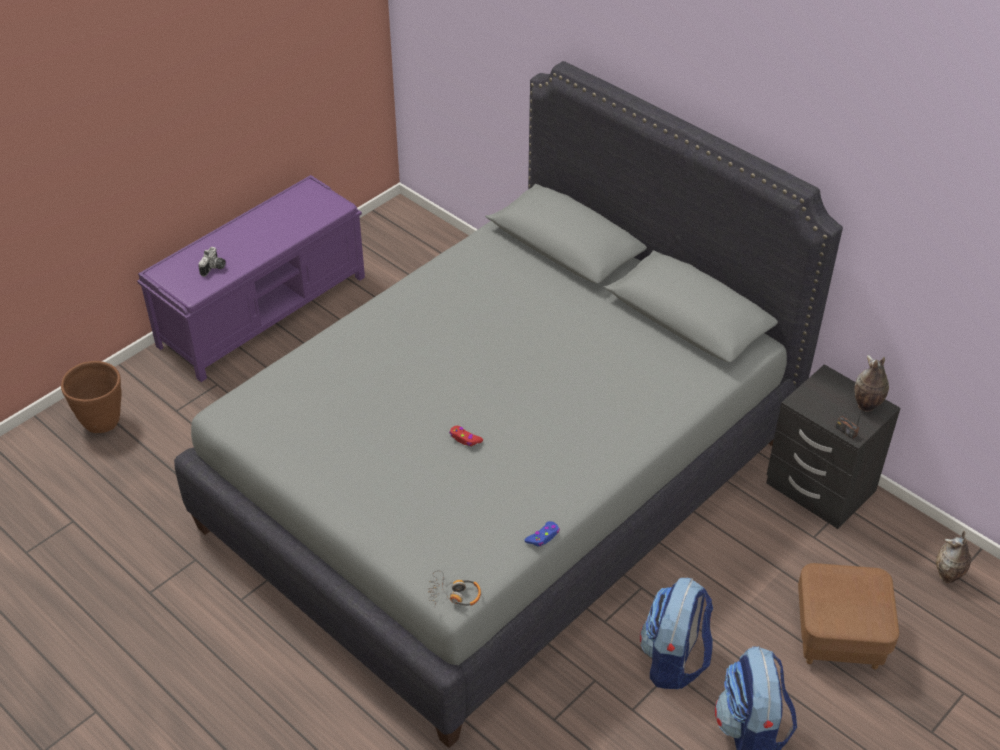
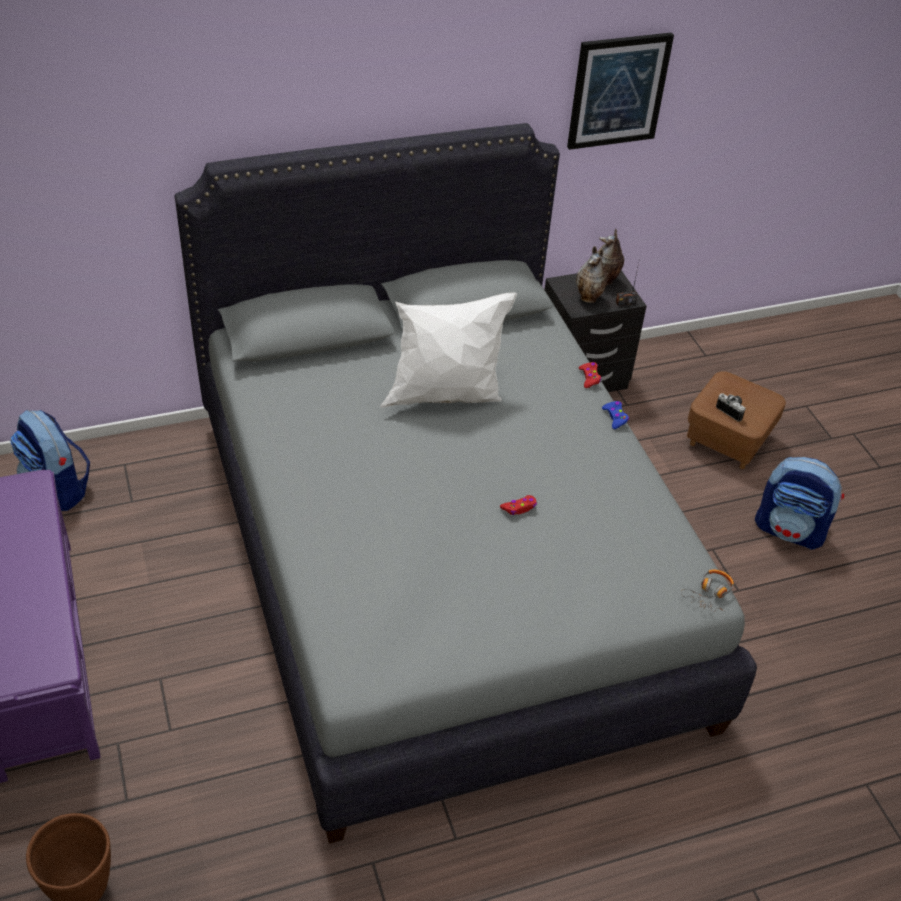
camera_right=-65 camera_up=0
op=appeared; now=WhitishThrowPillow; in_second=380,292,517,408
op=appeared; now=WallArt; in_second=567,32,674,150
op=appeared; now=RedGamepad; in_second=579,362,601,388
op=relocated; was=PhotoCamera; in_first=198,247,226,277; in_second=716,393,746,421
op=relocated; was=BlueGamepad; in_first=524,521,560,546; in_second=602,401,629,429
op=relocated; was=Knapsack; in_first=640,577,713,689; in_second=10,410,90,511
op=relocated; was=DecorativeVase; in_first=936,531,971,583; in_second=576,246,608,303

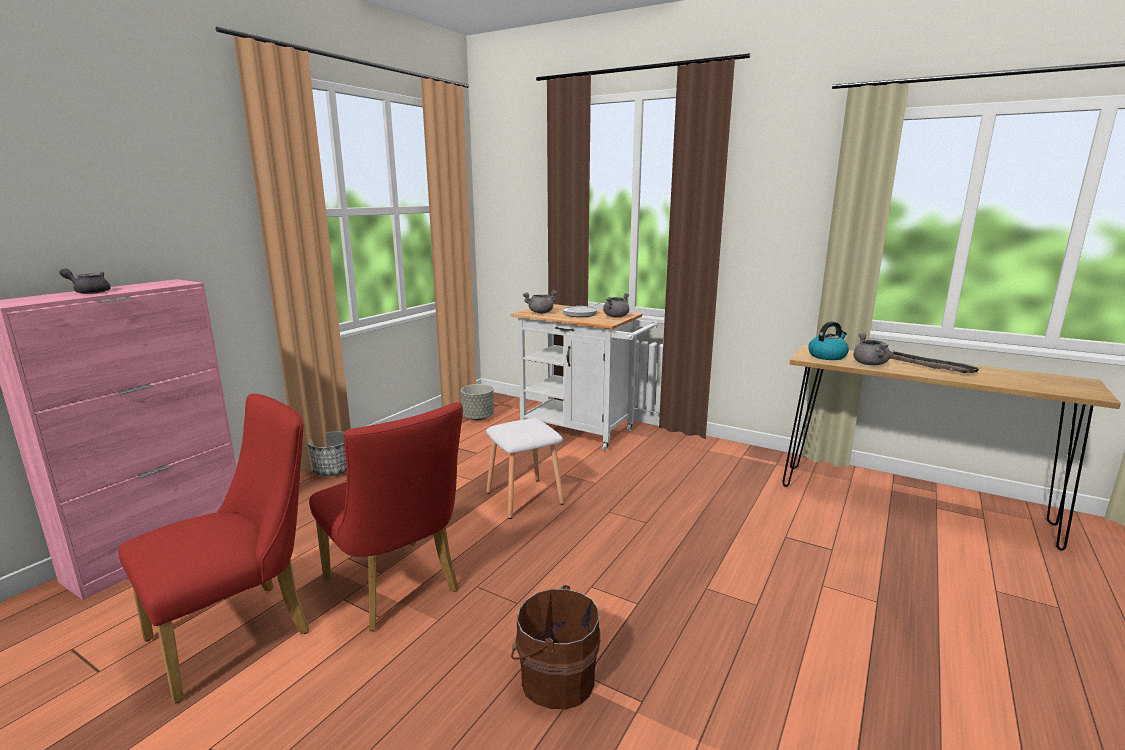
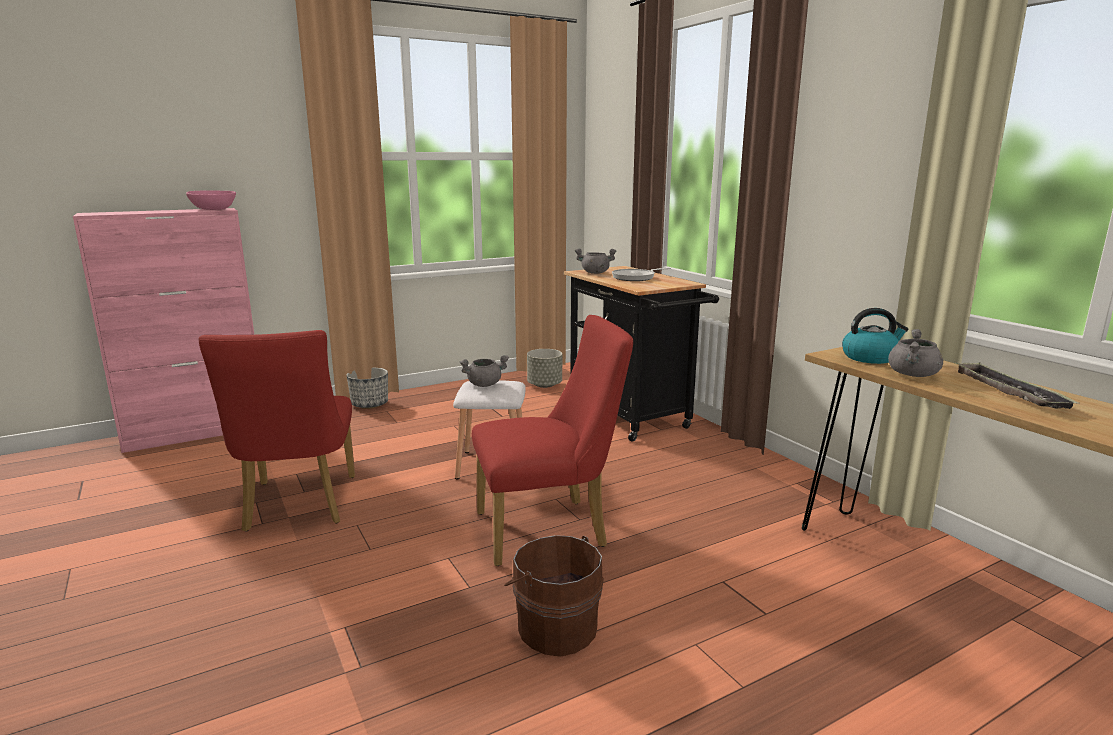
camera_right=30 camera_up=0
op=missing; was=GreyishTeaPot; in_first=60,268,111,294
op=appeared; now=PinkishBowl; in_second=186,190,236,210
op=relocated; was=RedUprightChair; in_first=118,394,309,704; in_second=472,315,633,566
op=relocated; was=BrownColouredPail; in_first=511,585,600,709; in_second=504,535,604,657
op=relocated; was=GreyishSaucepot; in_first=603,293,629,317; in_second=460,355,509,387
op=colour; was=WhitishTrolley; now=BlackTrolley; in_first=511,304,658,451; in_second=564,266,719,442

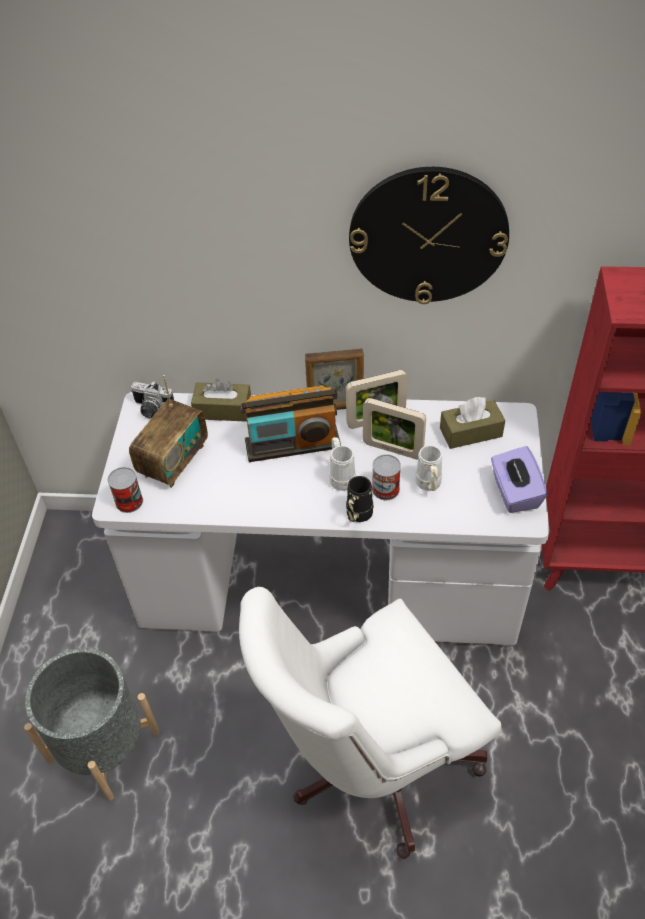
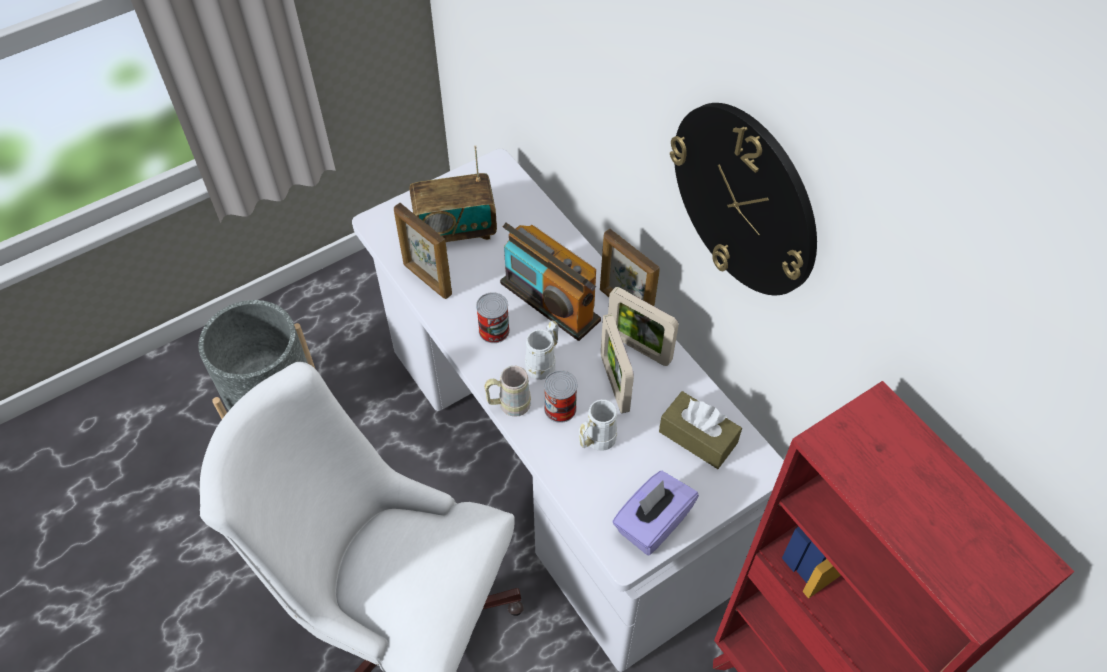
camera_right=50 camera_up=5
op=missing; was=PhotoCamera; in_first=131,381,174,418
op=missing; was=BrownColouredTissueBox; in_first=191,379,251,422
op=appeared; now=StandingFrame; in_second=394,203,452,299
op=relocated; was=SealedCan; in_first=108,467,143,513; in_second=476,292,510,343
op=colour; was=BlackTeaMug; now=SandColouredTeaMug; in_first=346,476,373,522; in_second=484,366,531,417

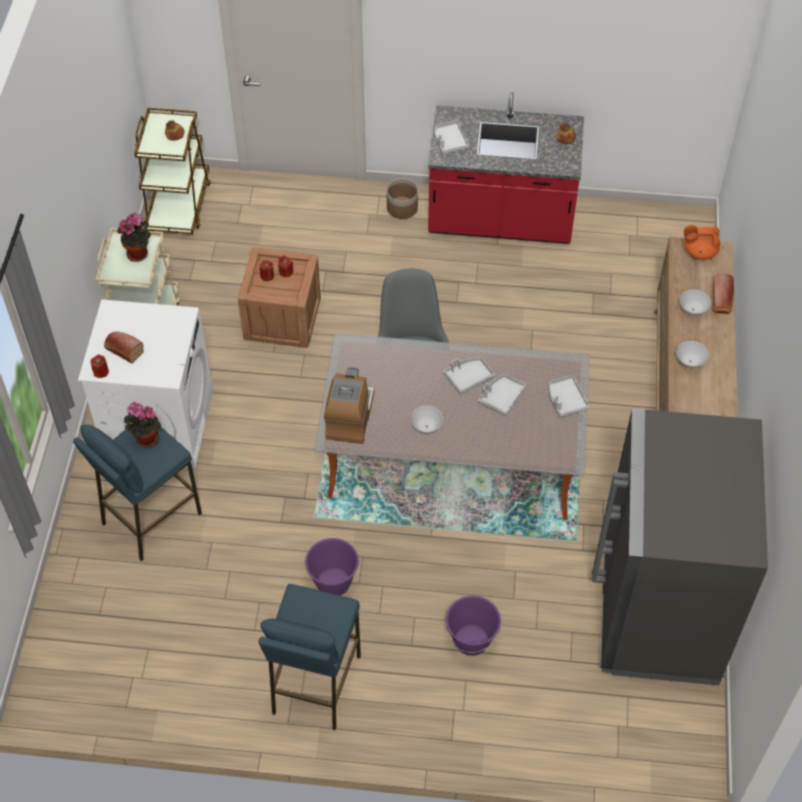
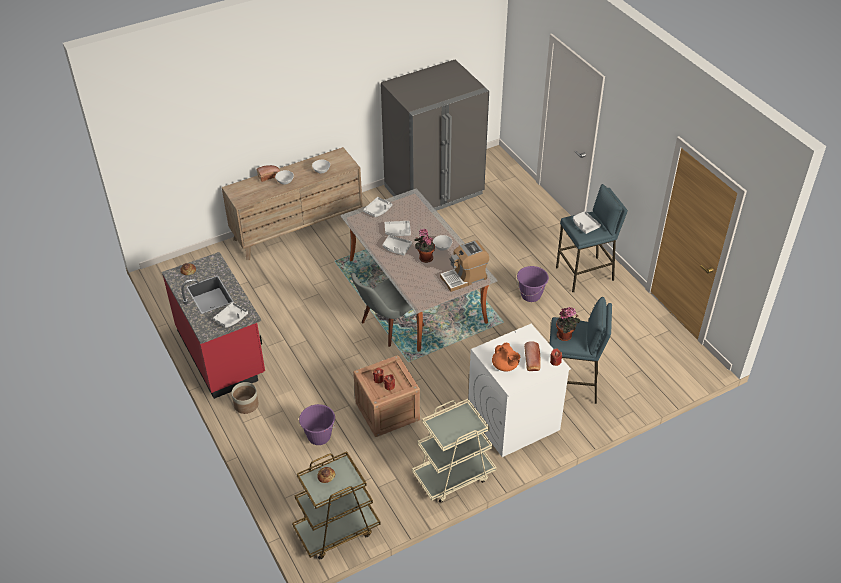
camera_right=-125 camera_up=-10
op=appeared; now=GreyishTray; in_second=573,211,601,234
op=relocated; was=PlantInAPot; in_first=117,213,151,262; in_second=414,229,435,263
op=relocated; was=PurpleColouredPail; in_first=446,596,502,656; in_second=299,404,336,445
op=relocated; was=OrangeColouredTeaPot; in_first=683,225,720,260; in_second=492,343,520,372

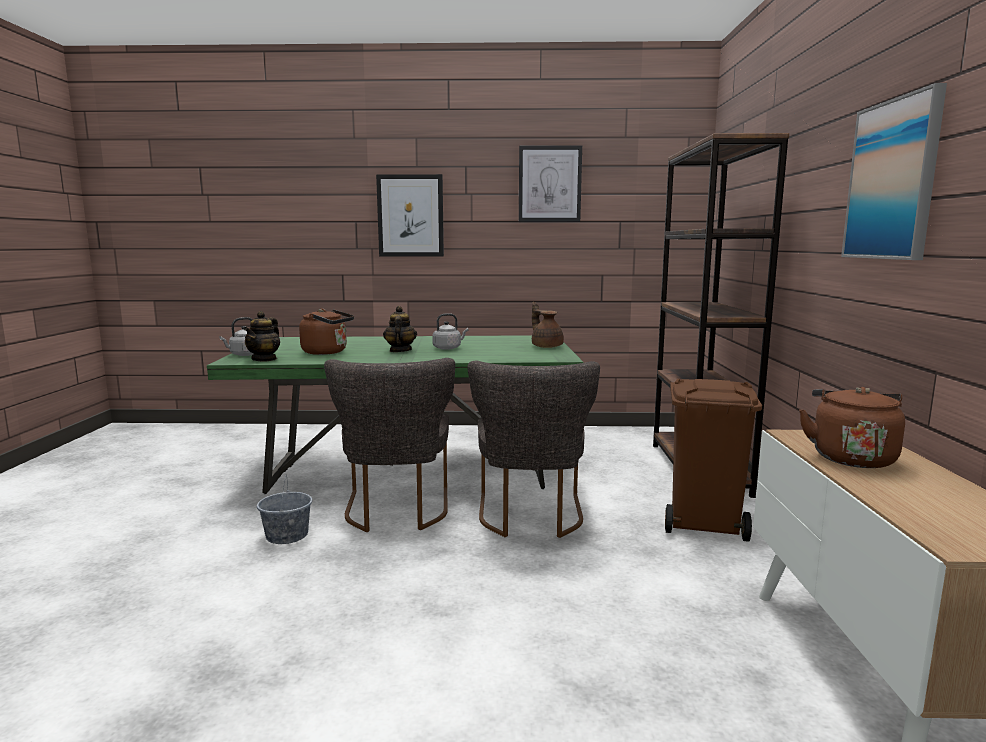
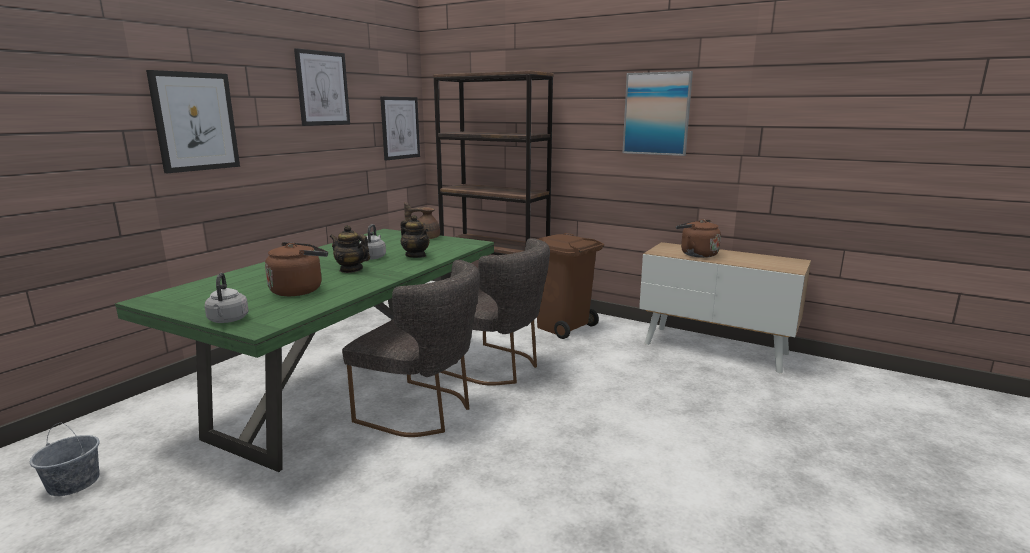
camera_right=-60 camera_up=5
op=appeared; now=WallArt; in_second=380,97,420,161
op=relocated; was=TeaPot; in_first=244,311,280,361; in_second=400,215,430,258
op=relocated; was=GreyishPail; in_first=257,475,312,544; in_second=30,423,100,496

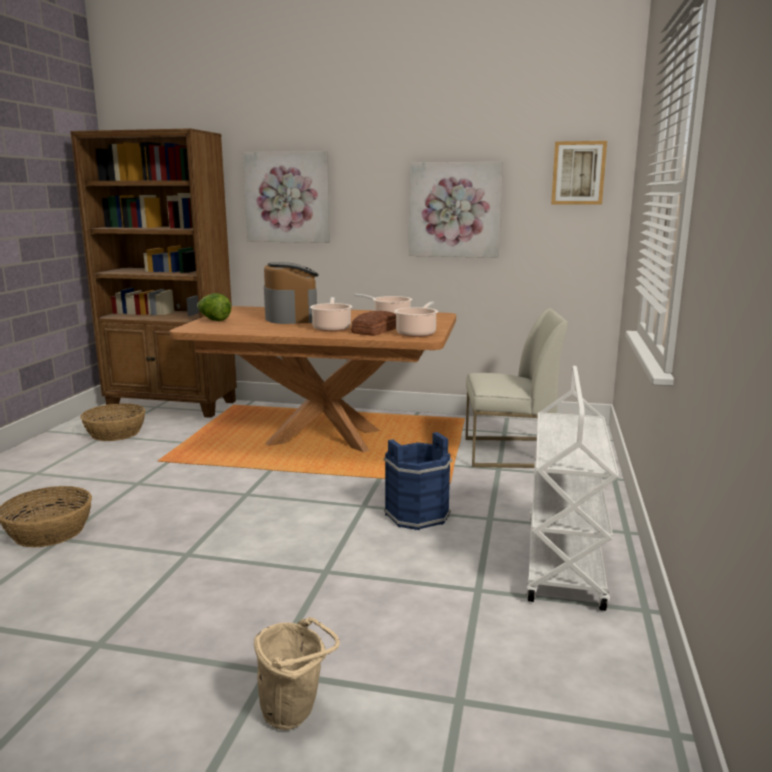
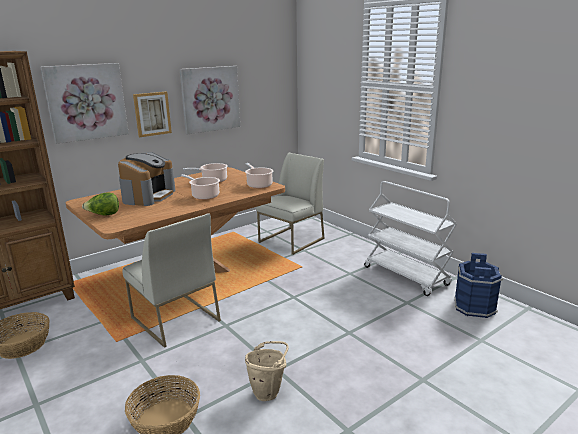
camera_right=-50 camera_up=5
op=missing; was=BakeryBread; in_first=351,311,396,336
op=appeared; now=WhitishUprightChair; in_second=122,213,221,348
op=relocated; was=SandColouredPail; in_first=254,617,340,730; in_second=245,341,289,401
op=relocated; was=BluePail; in_first=384,432,452,530; in_second=454,253,503,318
op=relocated; was=WallArt; in_first=551,141,607,205; in_second=133,92,172,137
op=spun; was=CoffeeMachine; in_first=264,262,319,324; in_second=118,152,175,206; clockwise=75

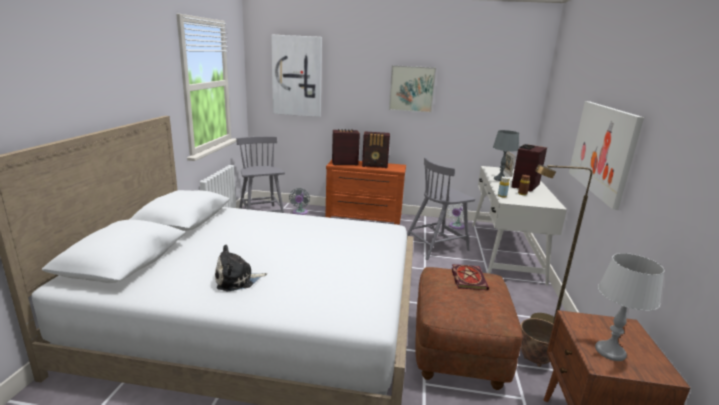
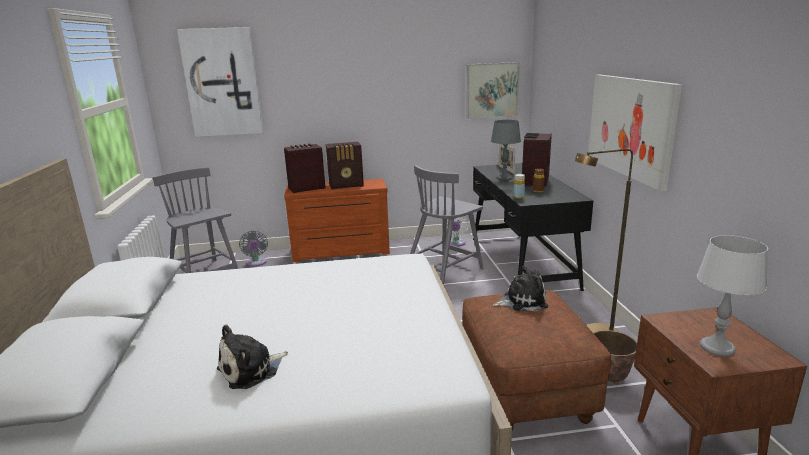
camera_right=-15 camera_up=0
op=relocated; was=WallArt; in_first=389,65,436,113; in_second=466,62,520,119
op=exchanged; was=BoundBook; now=PlushToy; in_first=452,264,489,290; in_second=493,266,548,311
op=colour; was=WhitishDeskUnit; now=BlackDeskUnit; in_first=472,166,567,286; in_second=473,163,593,291

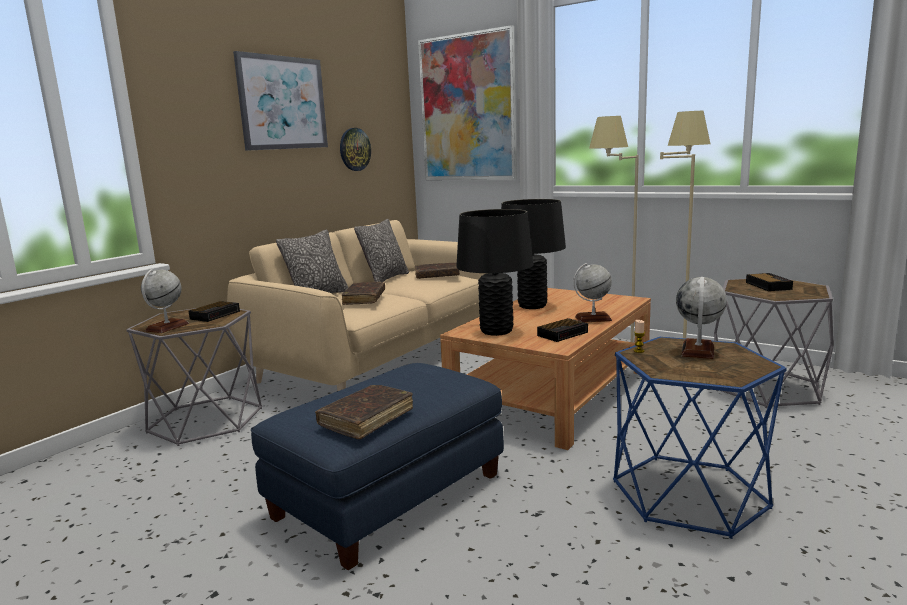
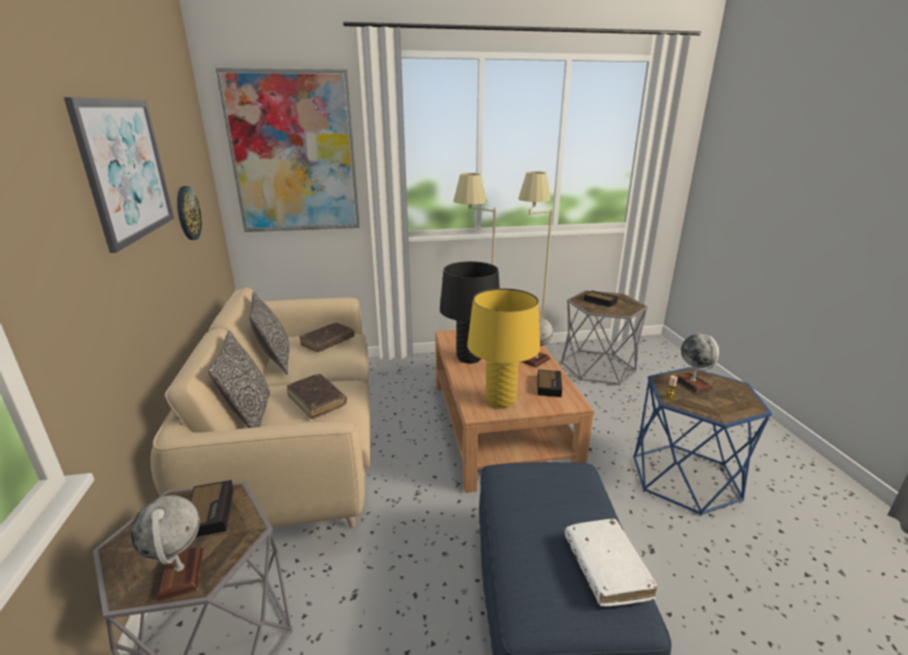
camera_right=-45 camera_up=10
op=colour; was=BrownColouredBoundBook; now=WhitishBoundBook; in_first=315,385,413,439; in_second=565,518,657,606
op=colour; was=BlackTabletopLamp; now=YellowColouredTabletopLamp; in_first=456,209,534,336; in_second=467,288,540,408

